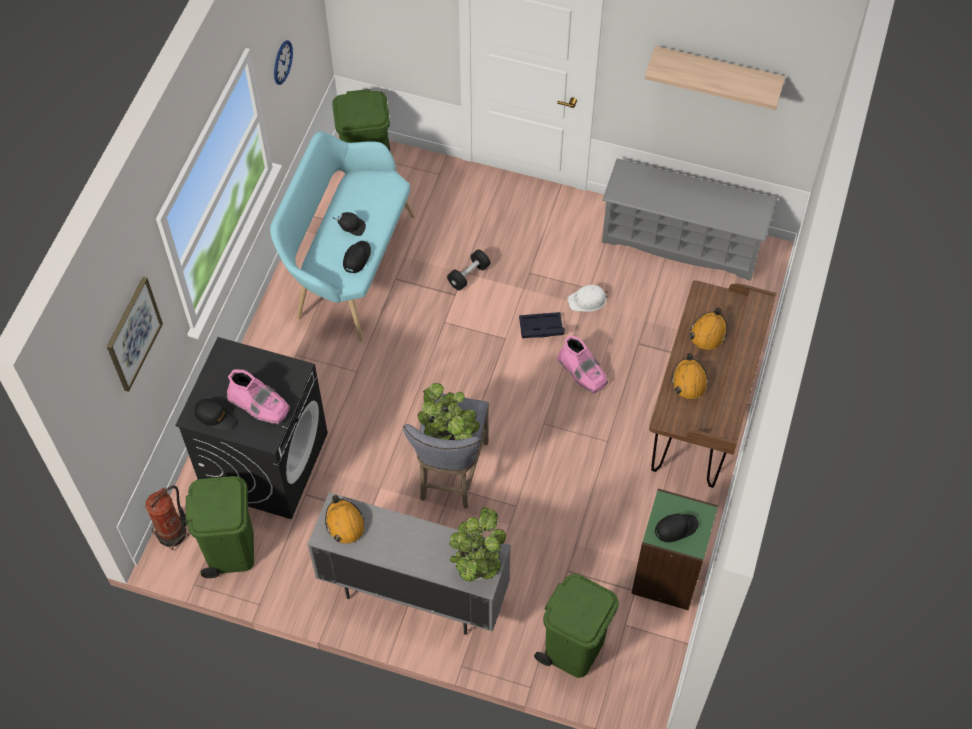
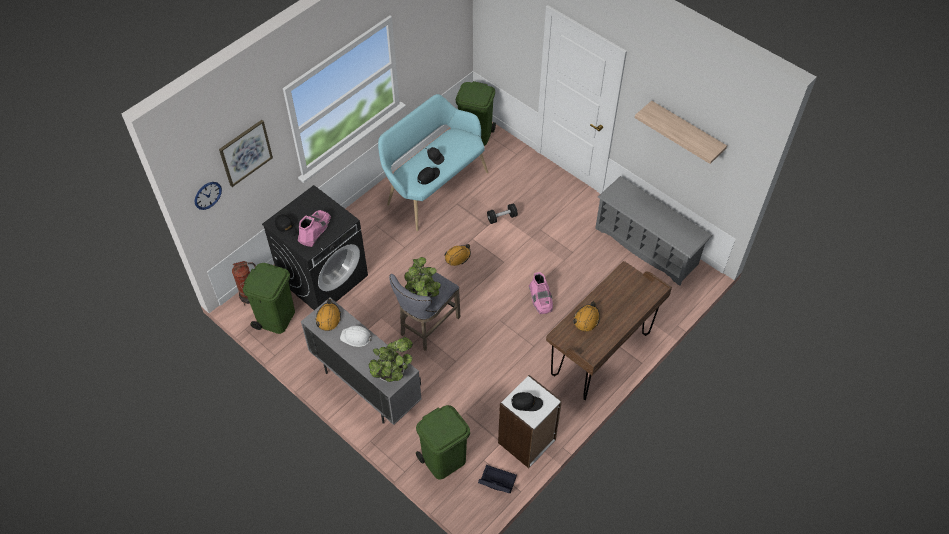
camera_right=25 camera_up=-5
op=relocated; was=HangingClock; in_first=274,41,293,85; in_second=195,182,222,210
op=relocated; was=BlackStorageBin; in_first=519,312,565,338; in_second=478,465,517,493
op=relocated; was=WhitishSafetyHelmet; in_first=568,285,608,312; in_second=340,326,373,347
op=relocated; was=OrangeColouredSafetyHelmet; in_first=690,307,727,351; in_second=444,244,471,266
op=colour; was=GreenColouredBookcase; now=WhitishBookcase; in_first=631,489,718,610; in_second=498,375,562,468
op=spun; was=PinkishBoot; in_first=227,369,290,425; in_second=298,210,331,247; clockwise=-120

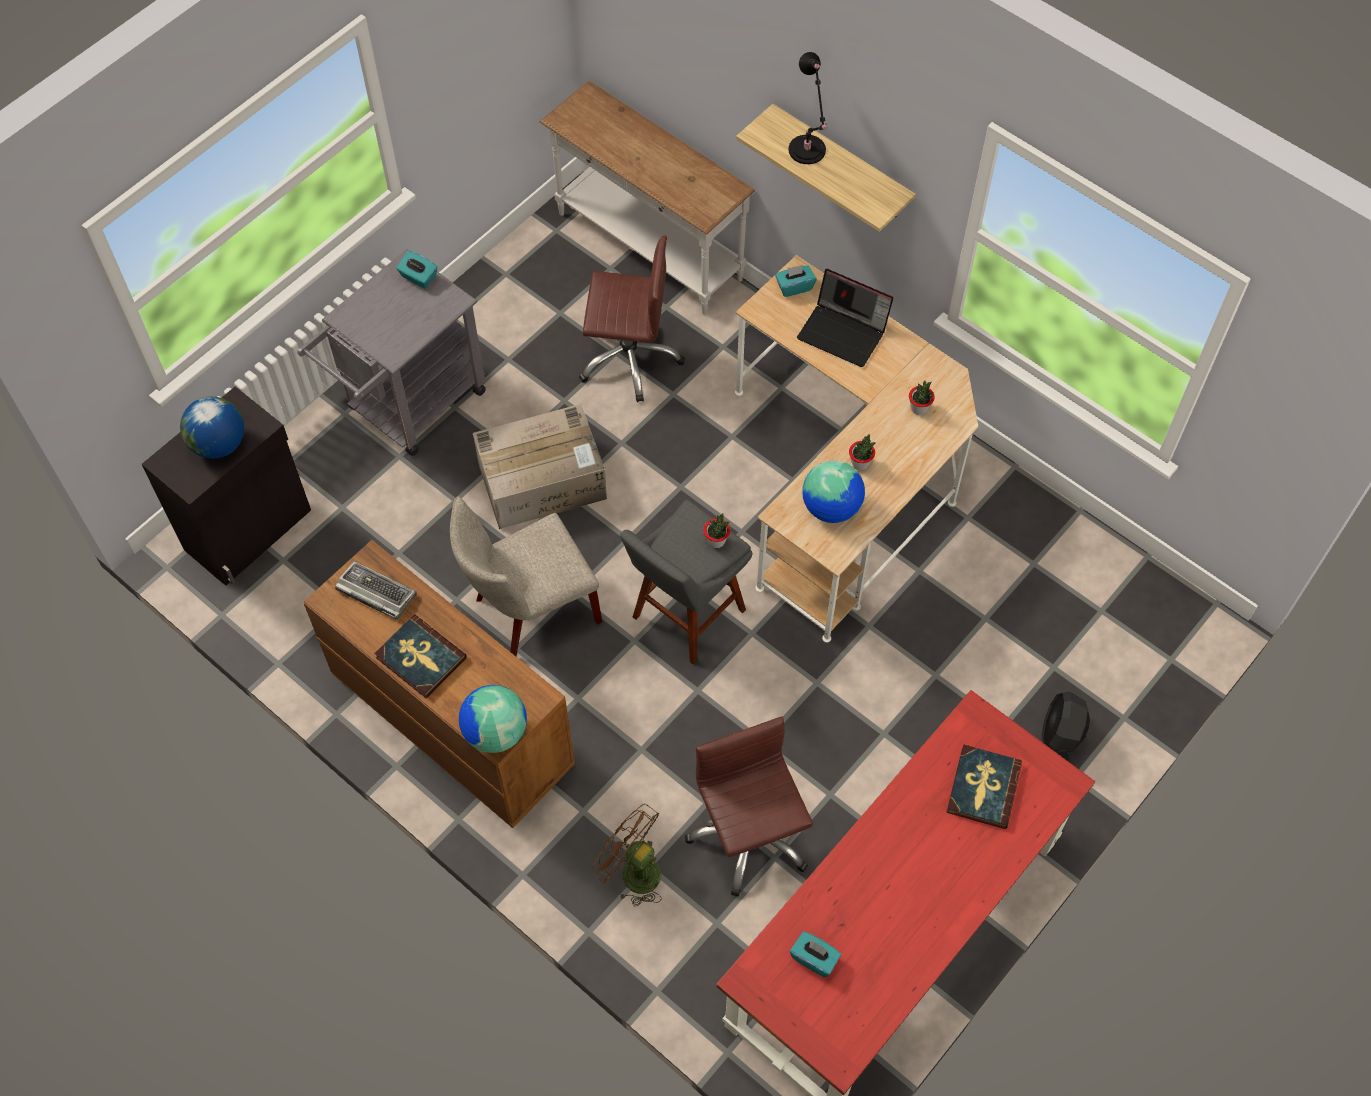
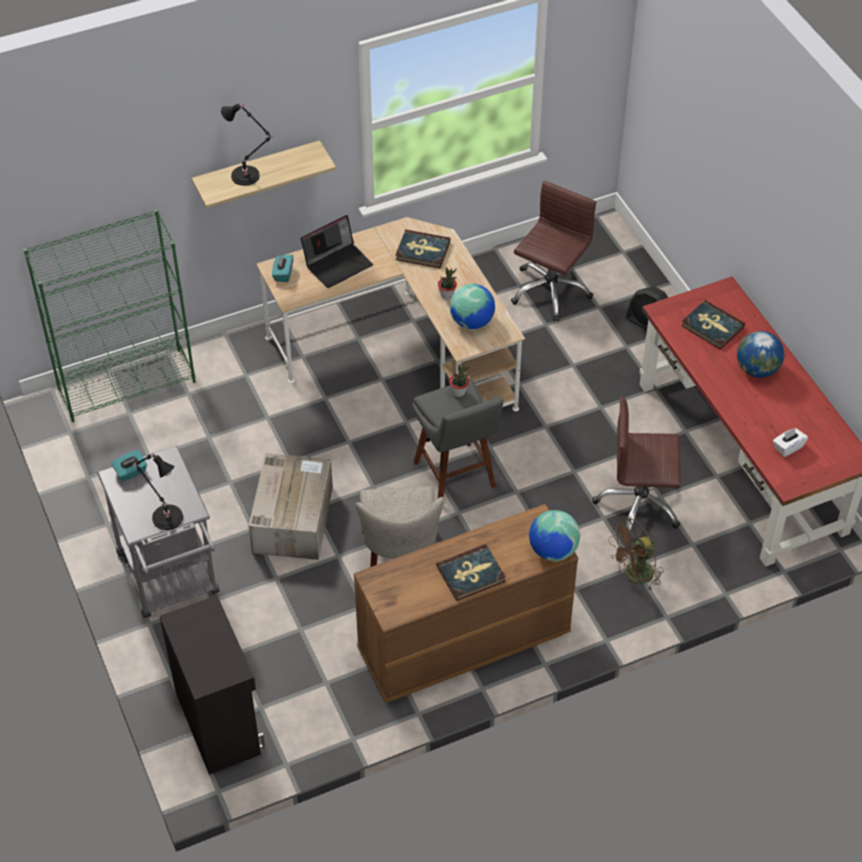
camera_right=-65 camera_up=-10
op=missing; was=Keyboard; in_first=335,561,417,620
op=appeared; now=BlackTabletopLamp; in_second=132,453,183,530
op=relocated; was=DeskGlobe; in_first=180,396,244,459; in_second=737,331,784,378
op=relocated; was=BrownColouredComputerChair; in_first=579,235,685,402; in_second=511,181,596,321
op=exchanged; was=WhitishConsoleTable; now=GreenColouredBookcase; in_first=540,81,755,315; in_second=24,209,196,422
op=exchanged; was=PlantInAPot; now=BoundBook; in_first=909,381,935,415; in_second=395,229,450,269
op=colour; was=TurquoiseTissueBox; now=WhitishTissueBox; in_first=790,931,841,977; in_second=773,428,808,457

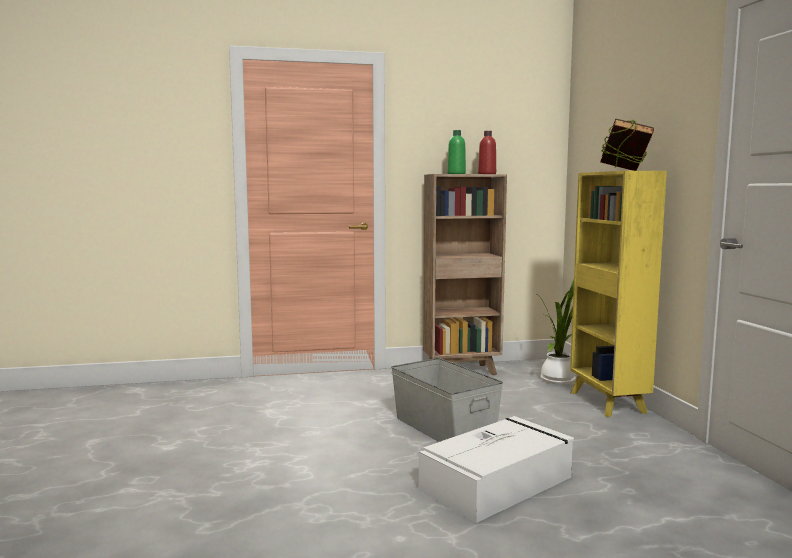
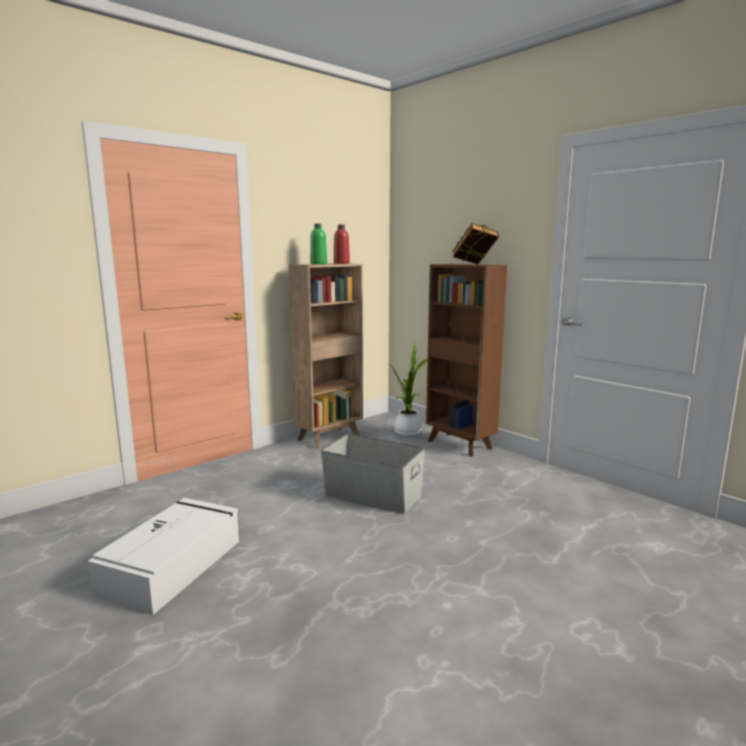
camera_right=-30 camera_up=5
op=relocated; was=WhitishStorageBin; in_first=419,416,574,523; in_second=87,498,239,615
op=colour; was=YellowColouredBookcase; now=BrownColouredBookcase; in_first=570,171,667,417; in_second=426,264,507,457

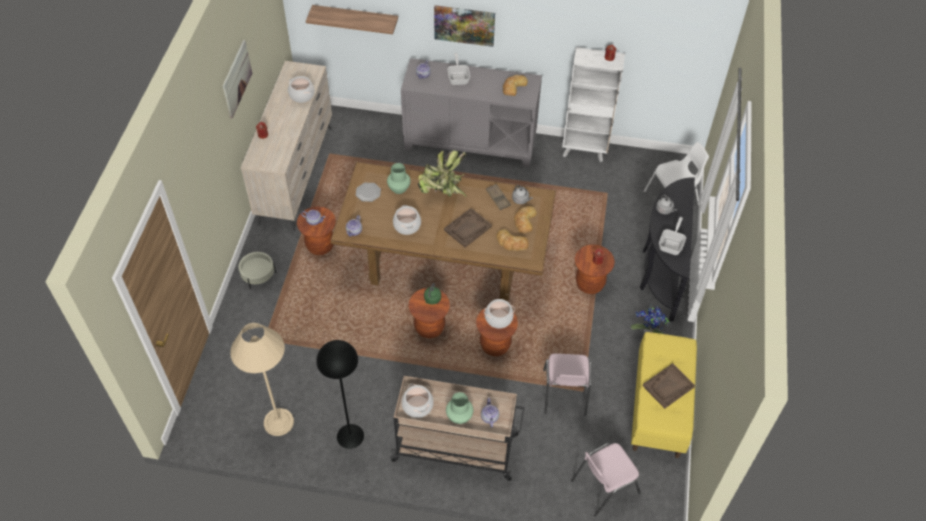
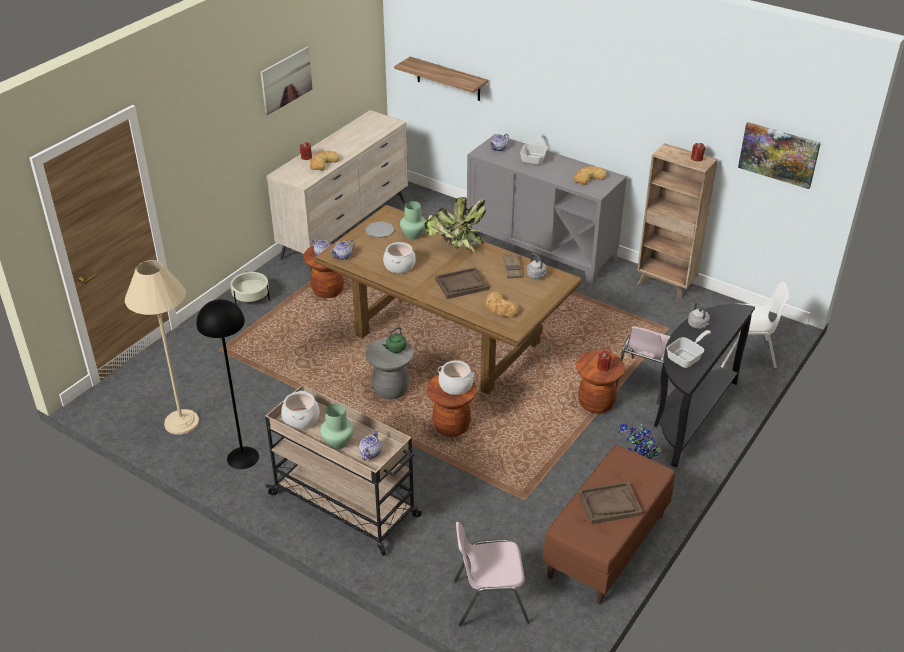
camera_right=25 camera_up=-15
op=missing; was=Saucepot; in_first=288,76,314,103
op=relocated; was=WallArt; in_first=434,5,495,47; in_second=738,122,821,189
op=relocated; was=BakeryBread; in_first=514,206,537,233; in_second=310,150,340,171
op=relocated; was=PinkishUprightChair; in_first=543,353,592,416; in_second=616,326,670,404
op=colour; was=BrownColouredStool; now=GreyishStool; in_first=409,288,450,338; in_second=365,338,414,399
op=colour; was=WhitishBookcase; now=BrownColouredBookcase; in_first=562,47,625,162; in_second=637,143,718,300
op=colour; was=YellowColouredLongSeat; now=BrownColouredLongSeat; in_first=631,332,697,458; in_second=543,445,675,604

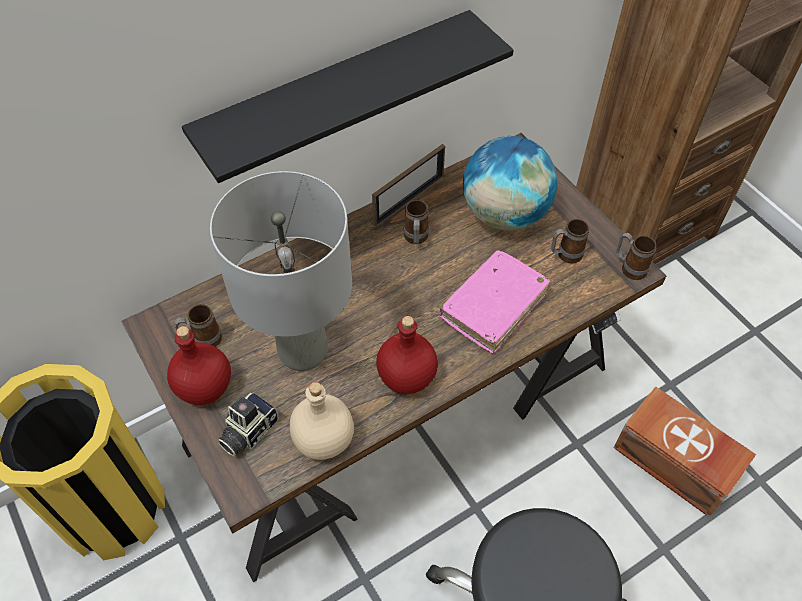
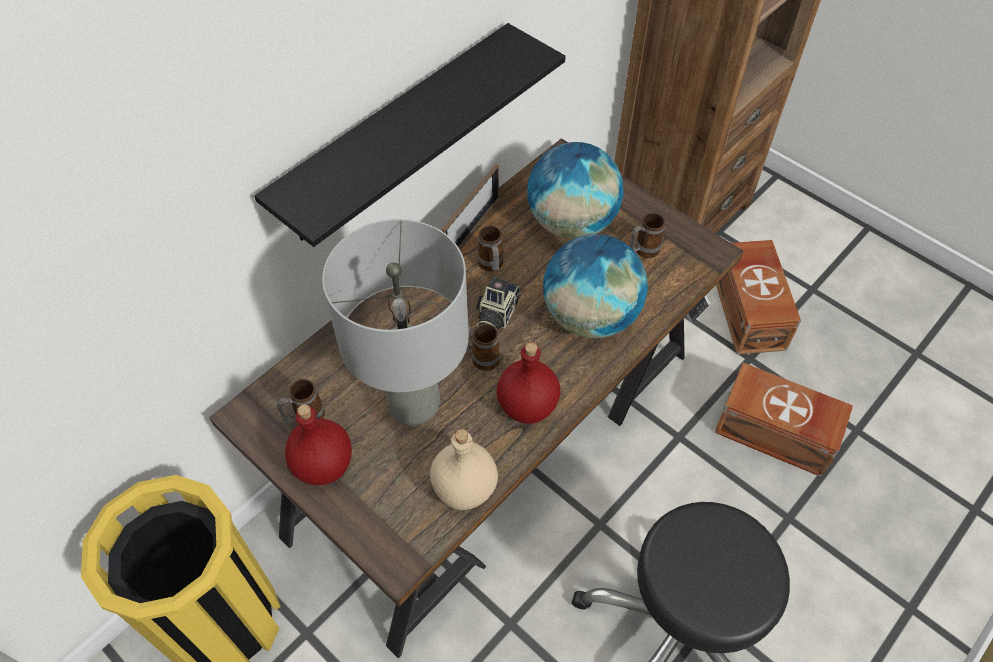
camera_right=-15 camera_up=0
op=appeared; now=BrownColouredStorageBin; in_second=716,240,801,354
op=relocated; was=PhotoCamera; in_first=217,392,278,456; in_second=476,277,520,331
op=relocated; was=TeaMug; in_first=616,233,656,280; in_second=466,324,500,371
op=exchanged; was=PinkishBoundBook; now=DeskGlobe; in_first=440,250,550,353; in_second=543,234,648,338

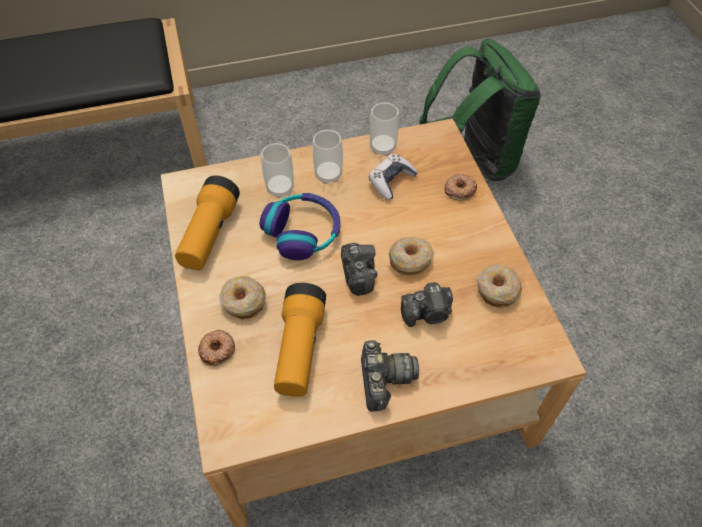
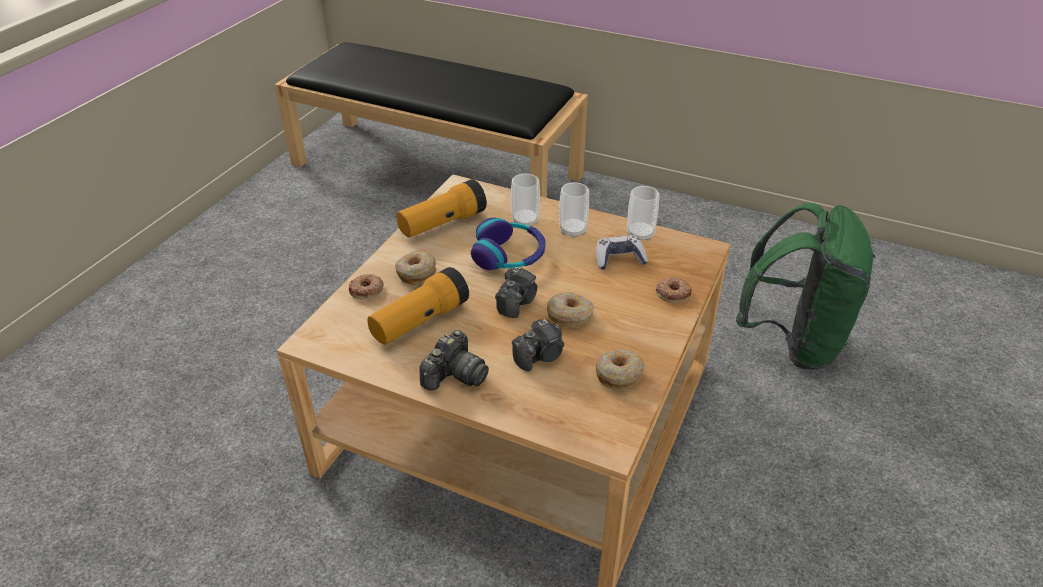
camera_right=40 camera_up=-15
op=spun; was=PhotoCamera; in_first=401,282,453,327; in_second=512,319,564,371; clockwise=-60

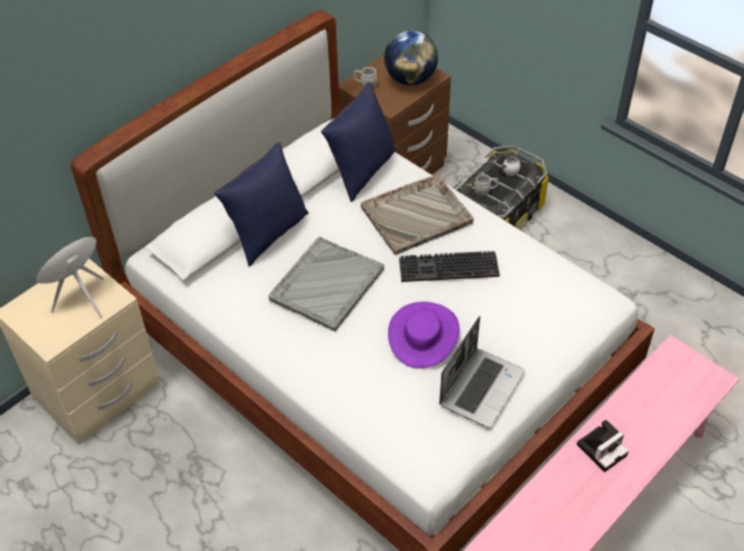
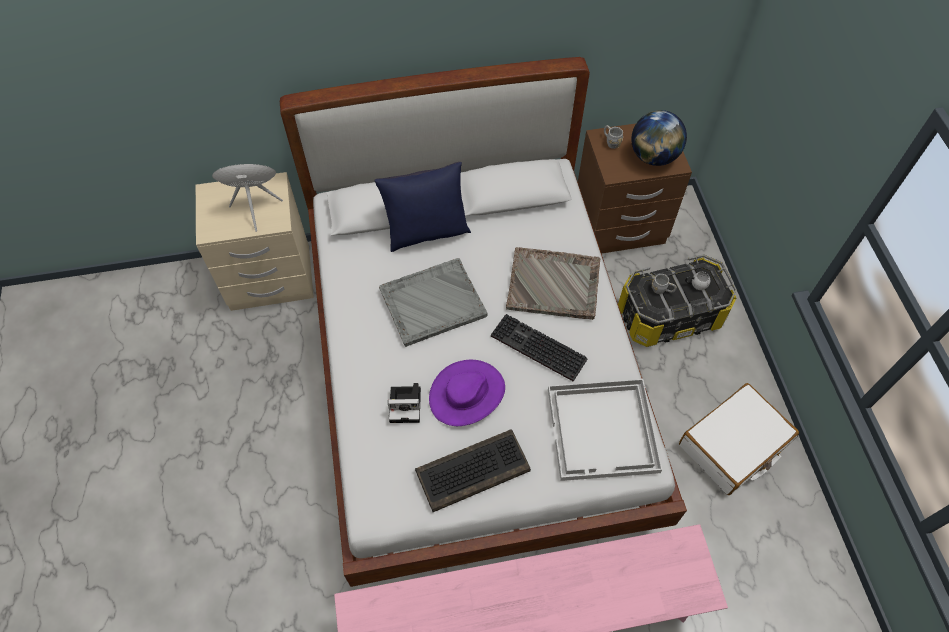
camera_right=35 camera_up=10
op=missing; was=BlueThrowPillow; in_first=321,82,395,202
op=appeared; now=WhitishTray; in_second=548,379,662,481
op=appeared; now=WhitishTravelCase; in_second=679,383,799,495
op=relocated; was=PhotoCamera; in_first=577,419,629,472; in_second=388,383,421,423
op=exchanged; was=PortableComputer; now=Keyboard; in_first=439,316,525,428; in_second=415,429,531,512

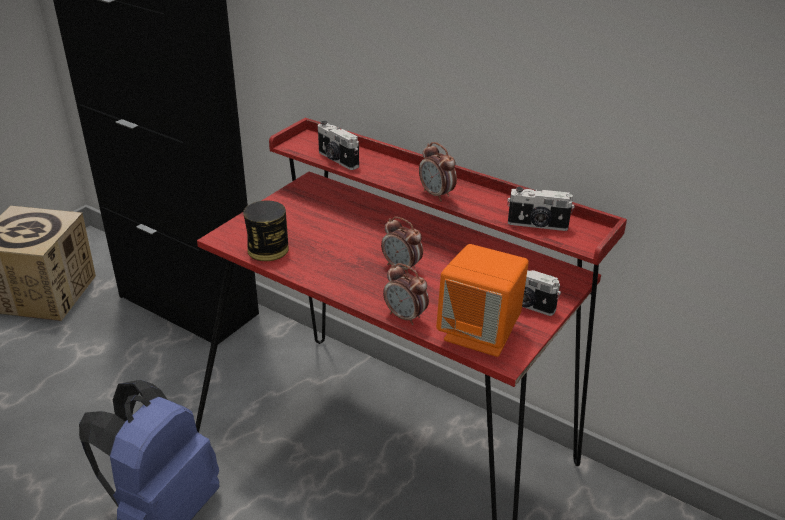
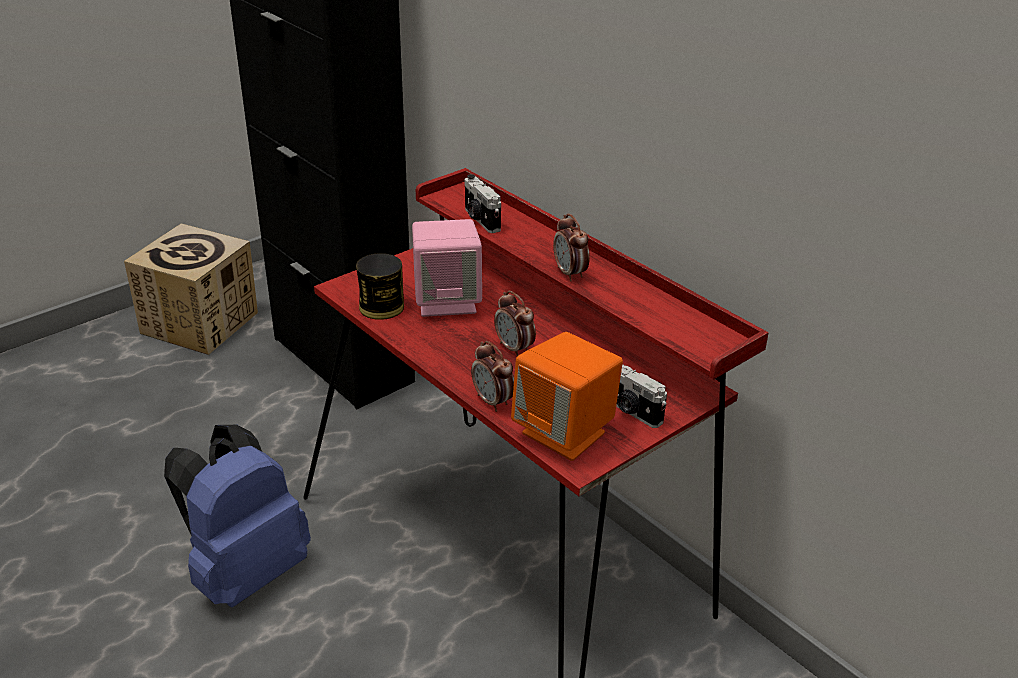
camera_right=15 camera_up=0
op=missing; was=PhotoCamera; in_first=507,187,574,231
op=appeared; now=PinkishSpeaker; in_second=412,219,482,317

